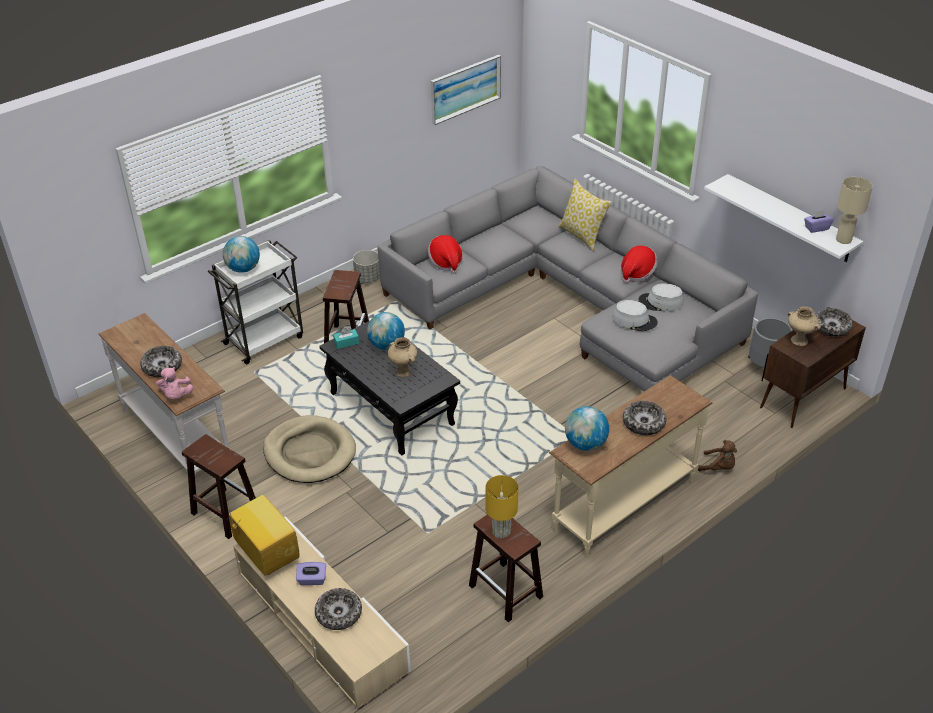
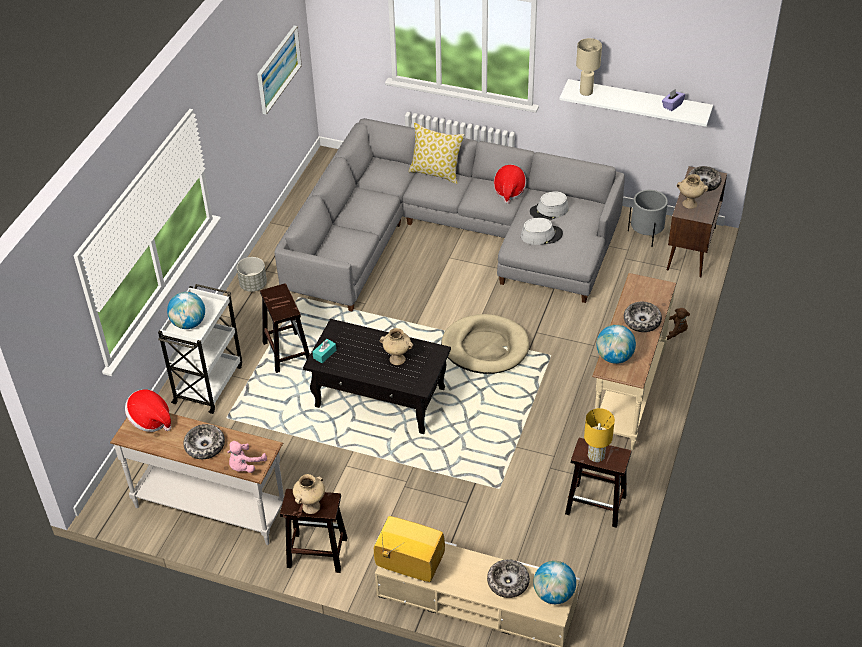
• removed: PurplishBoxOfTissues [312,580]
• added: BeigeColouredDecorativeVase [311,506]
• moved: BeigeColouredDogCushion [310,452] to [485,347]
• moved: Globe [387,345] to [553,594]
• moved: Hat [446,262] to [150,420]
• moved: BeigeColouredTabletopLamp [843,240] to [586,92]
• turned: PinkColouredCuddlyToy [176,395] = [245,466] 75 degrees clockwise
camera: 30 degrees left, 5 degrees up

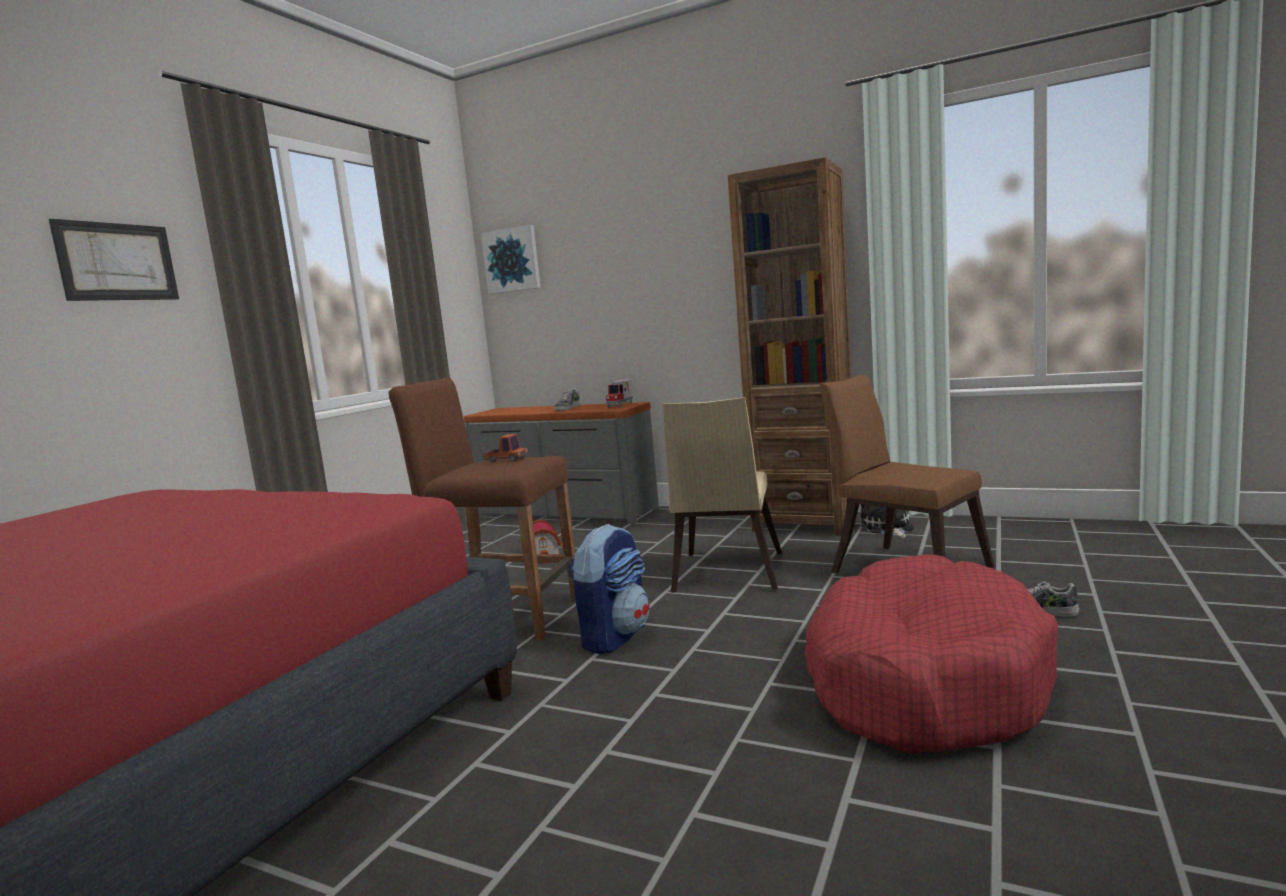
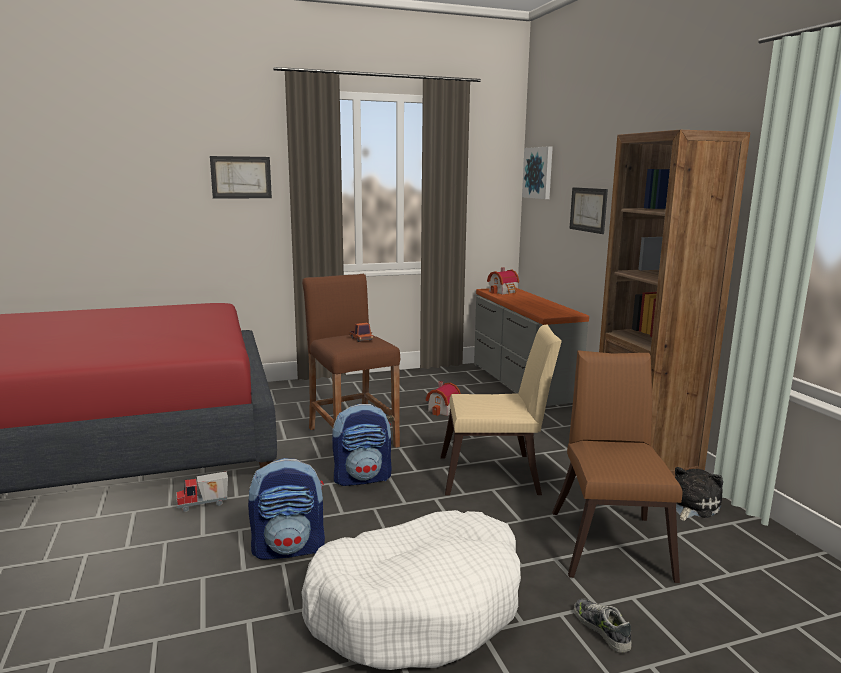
• removed: Shoe [567,408]
• added: Knapsack [289,548]
• added: ToyHouse [504,292]
• added: WallArt [588,209]
• moved: ToyTruck [621,405] to [203,505]
• recoloured: ReddishDogCushion [922,680] to WhitishDogCushion [417,606]
• turned: BeigeColouredChair [726,575] = [496,476] 150 degrees counterclockwise
camera: 45 degrees right, 5 degrees up

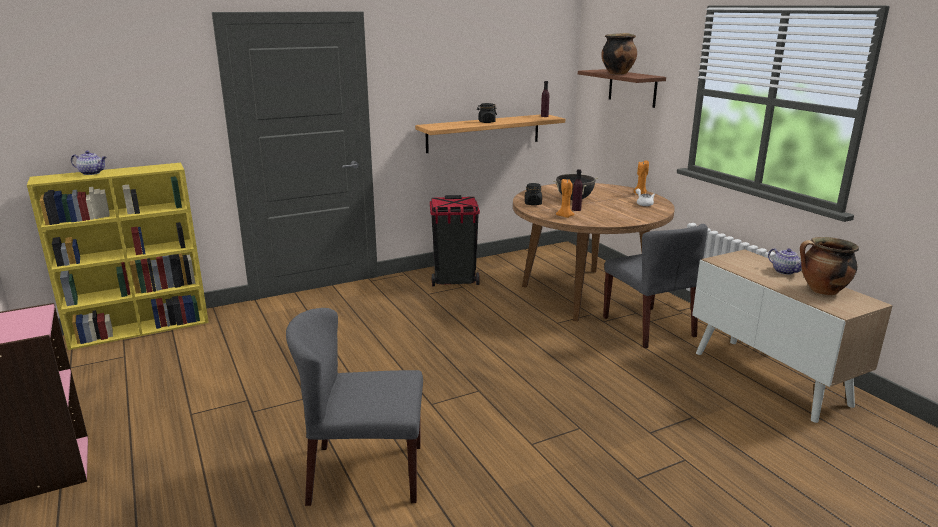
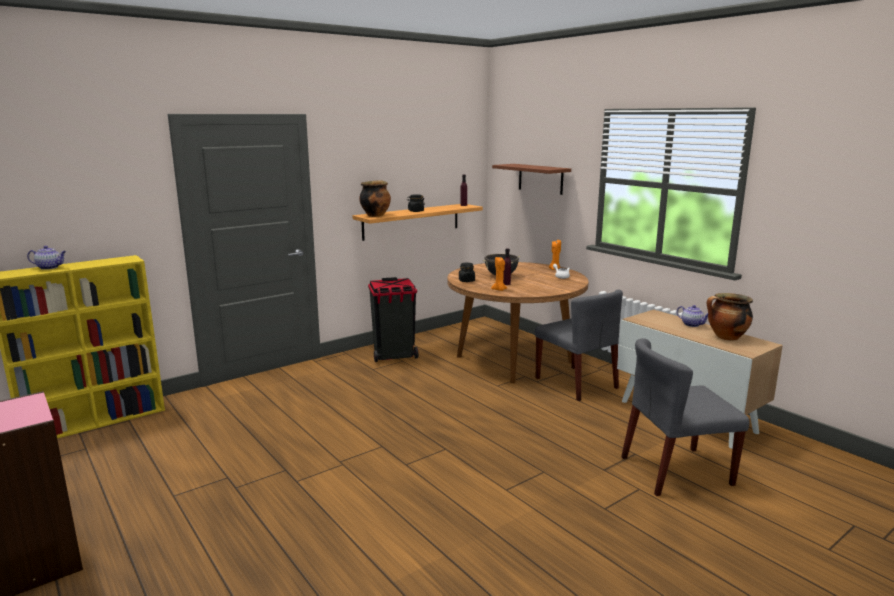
• moved: GrayChair [365,474] to [675,471]
• moved: Stockpot [617,73] to [375,215]
camera: 10 degrees left, 5 degrees down

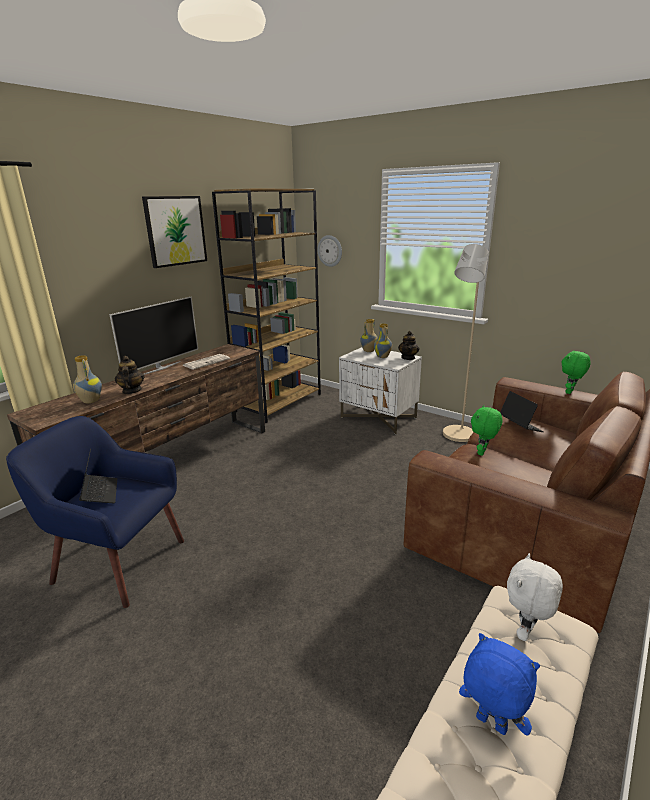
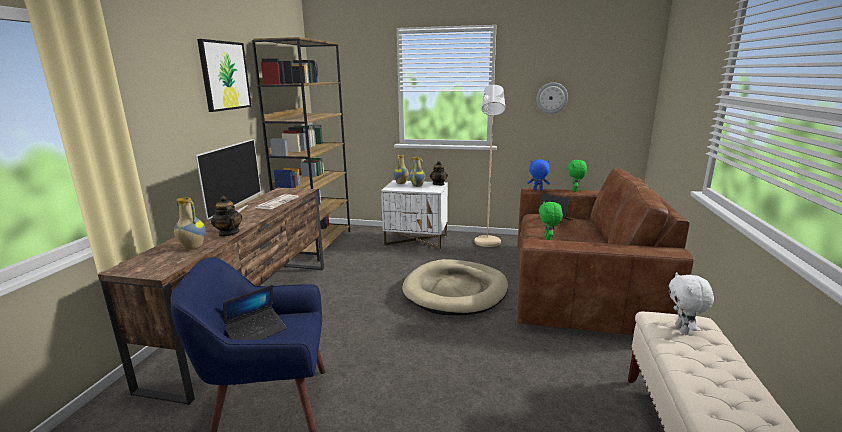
• added: BeigeColouredDogCushion [455,291]
• moved: HangingClock [330,251] to [552,98]
• moved: BlueColouredCuddlyToy [490,724] to [537,190]
• turned: Laptop [100,493] = [256,332] 90 degrees clockwise
camera: 25 degrees left, 5 degrees down

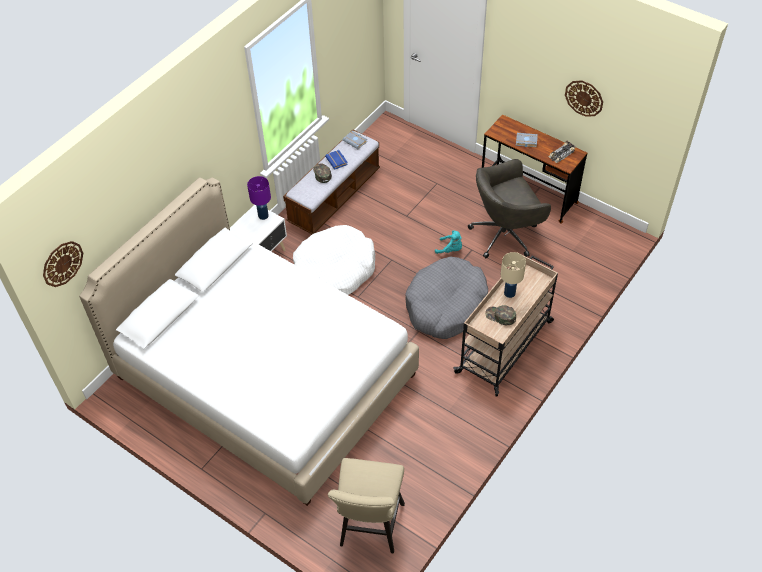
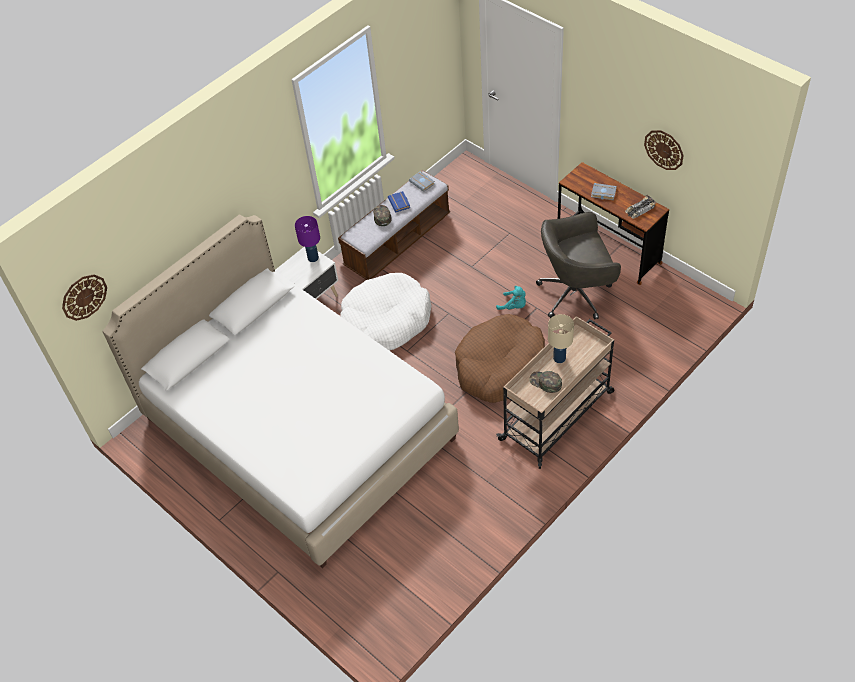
• removed: BeigeColouredSittingStool [370,529]
• recoloured: GrayDogCushion [446,305] to BrownishDogCushion [500,366]
camera: 10 degrees right, 0 degrees up

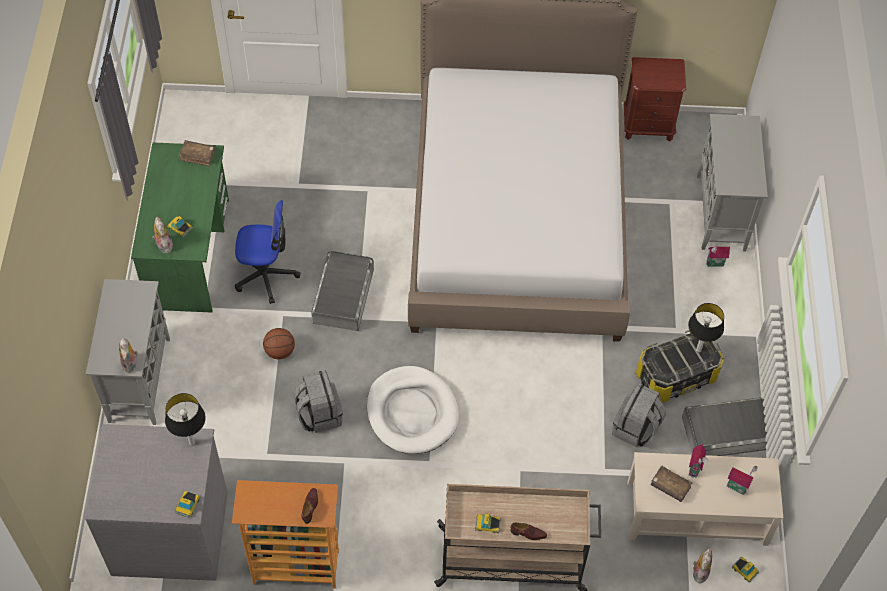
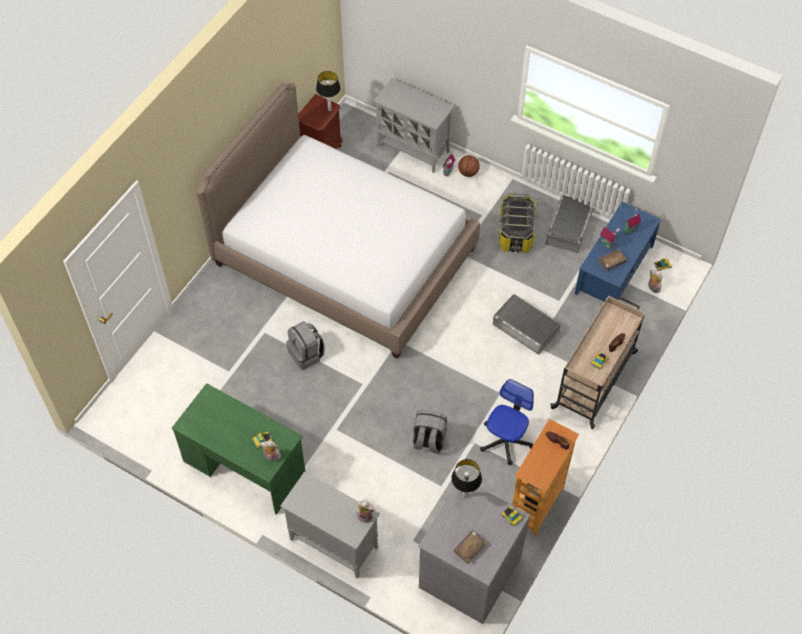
• removed: WhitishDogCushion [412,412]
• moved: BrownishBoundBook [197,155] to [469,548]
• moved: ComputerChair [266,275] to [505,441]
• moved: Basketball [279,351] to [468,173]
• moved: GrayStorageBox [343,295] to [526,327]
• moved: GrayKnapsack [636,428] to [306,354]
• moved: TabletopLamp [698,350] to [330,109]
• recoloured: BeigeColouredLowTable [696,513] to BlueColouredLowTable [614,270]
camera: 60 degrees left, 0 degrees up

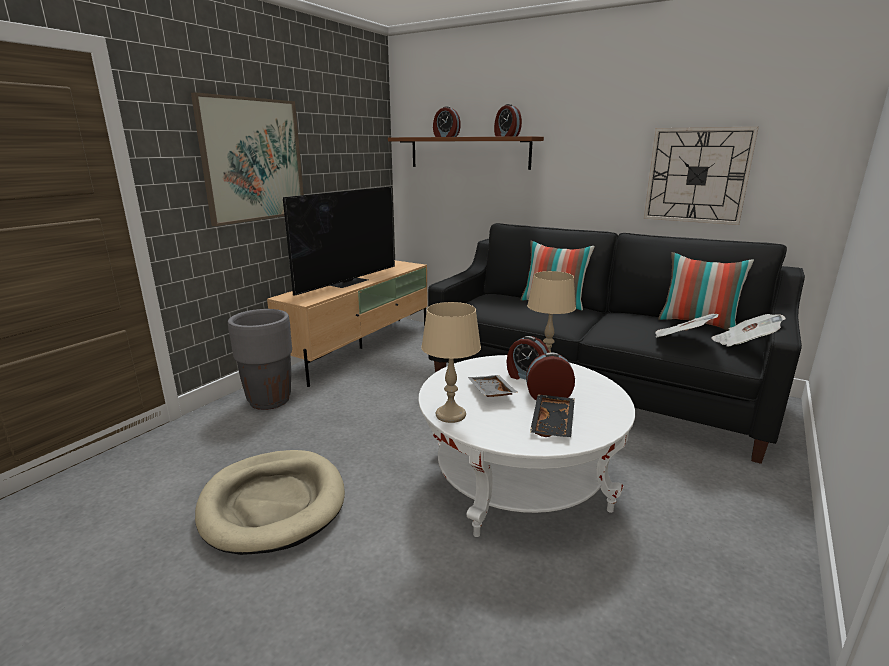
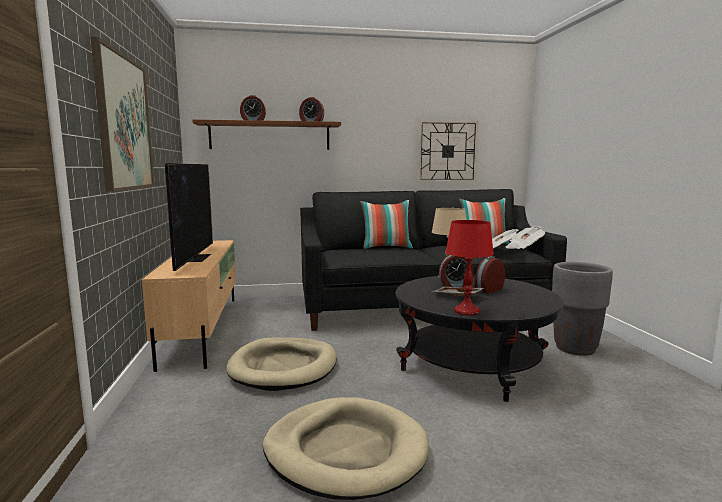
• removed: BlackishServingTray [554,423]
• added: BeigeColouredDogCushion [284,367]
• moved: GrayFlowerPot [269,401] to [575,348]
• recoloured: WhitishLowTable [519,479] to BlackishLowTable [473,365]
• recoloured: BeigeColouredTabletopLamp [450,415] to ReddishTabletopLamp [466,311]
camera: 40 degrees left, 10 degrees down

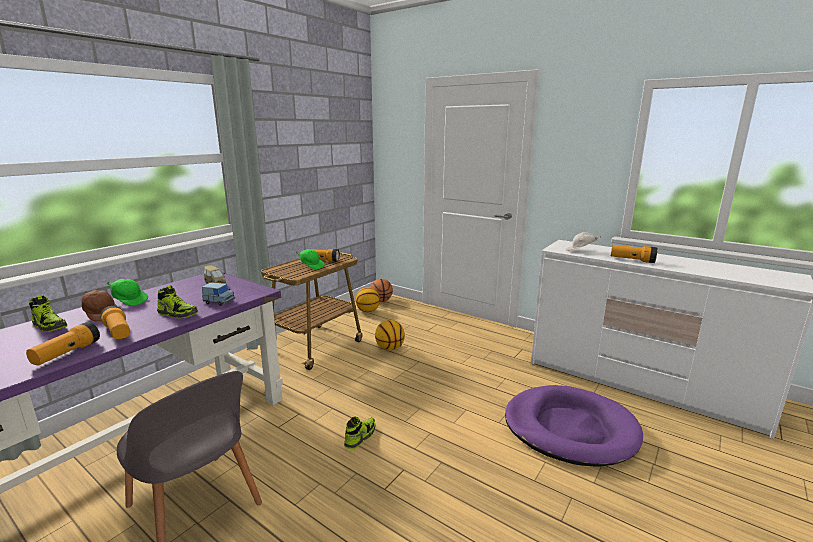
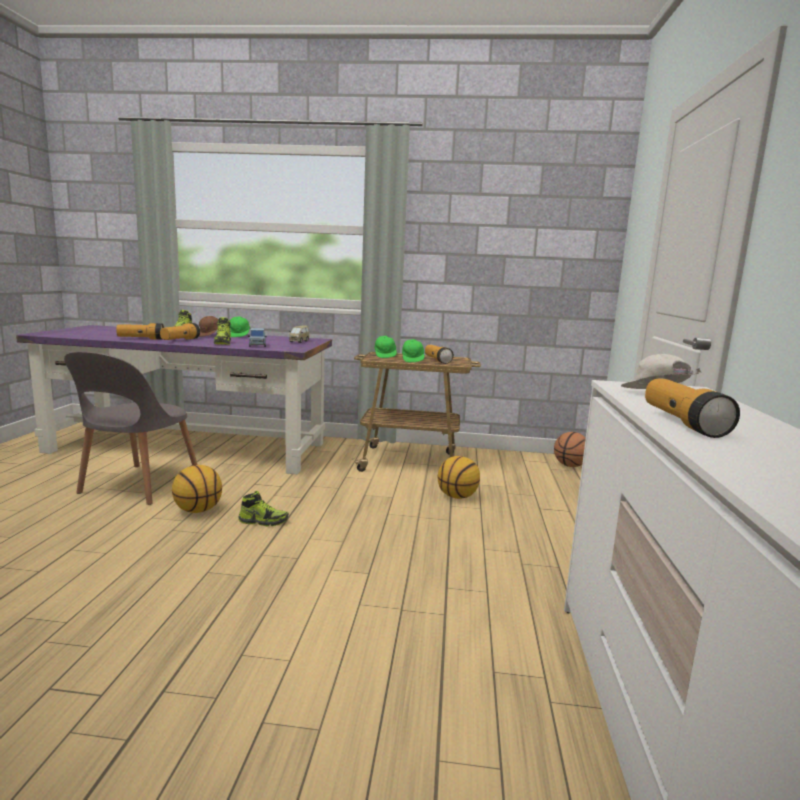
• removed: PurplishDogCushion [569,428]
• added: GreenColouredPeakedCap [385,355]
• moved: Basketball [367,311] to [198,510]
camera: 60 degrees right, 5 degrees down

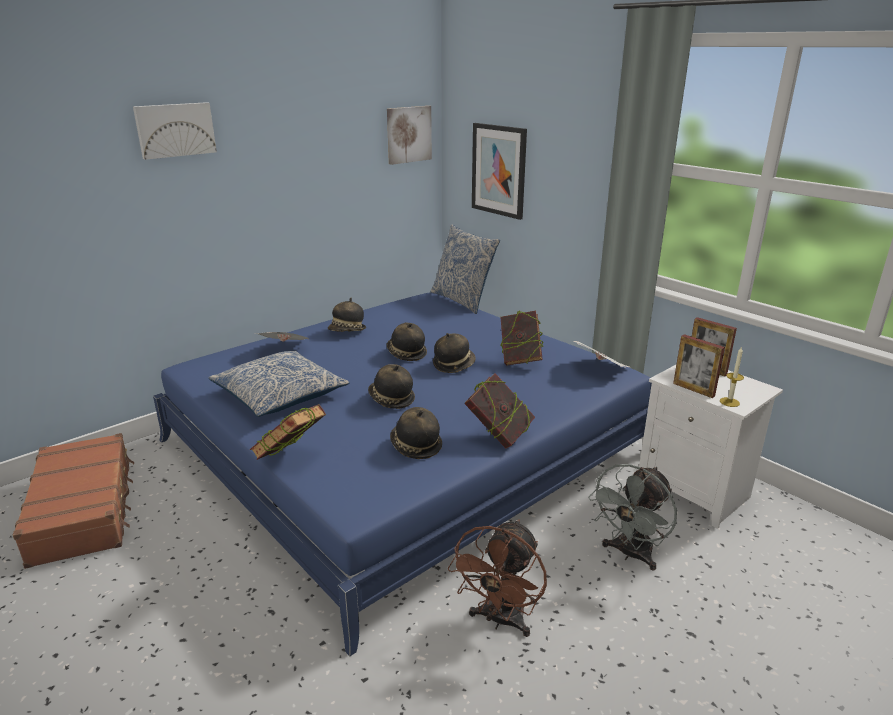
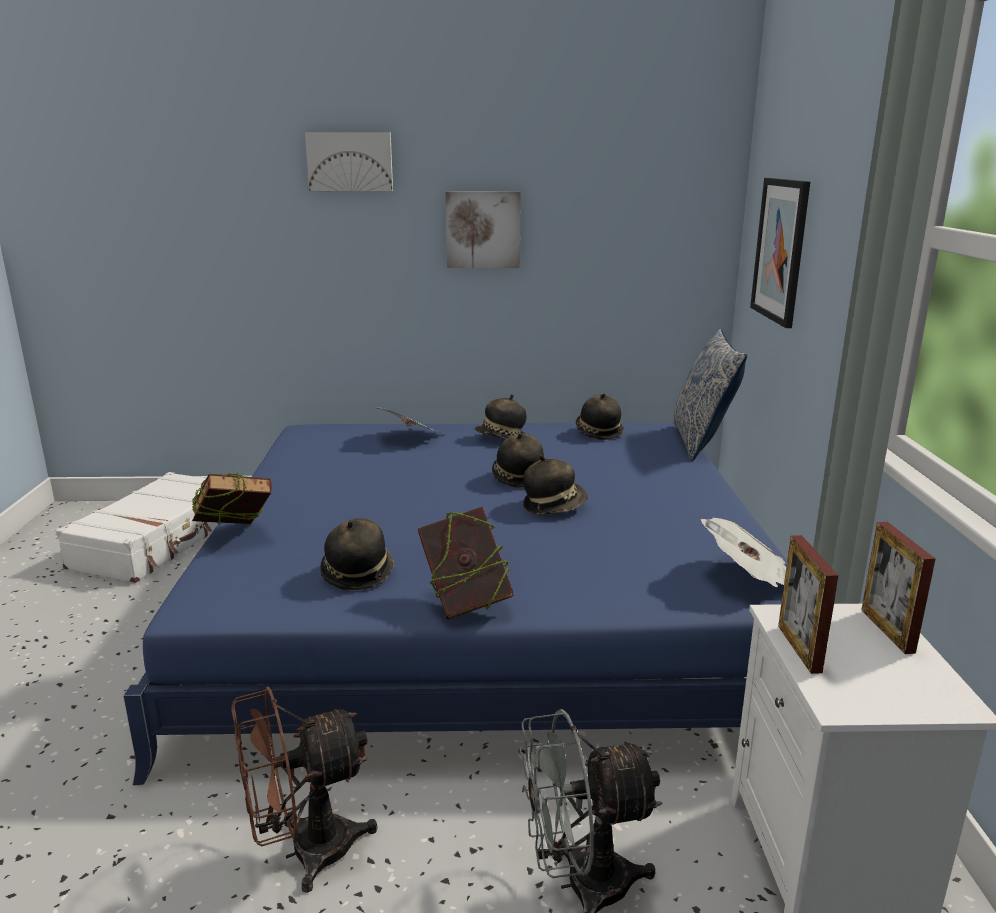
• removed: Cushion [280,394]
• removed: BoundBook [520,360]
• removed: WaxLight [729,402]
• moved: Hat [391,399] to [598,432]
• moved: WallArt [408,134] to [483,229]
• recoloured: BrownishSuitcase [84,509] to WhitishSuitcase [158,541]
camera: 40 degrees right, 5 degrees down

